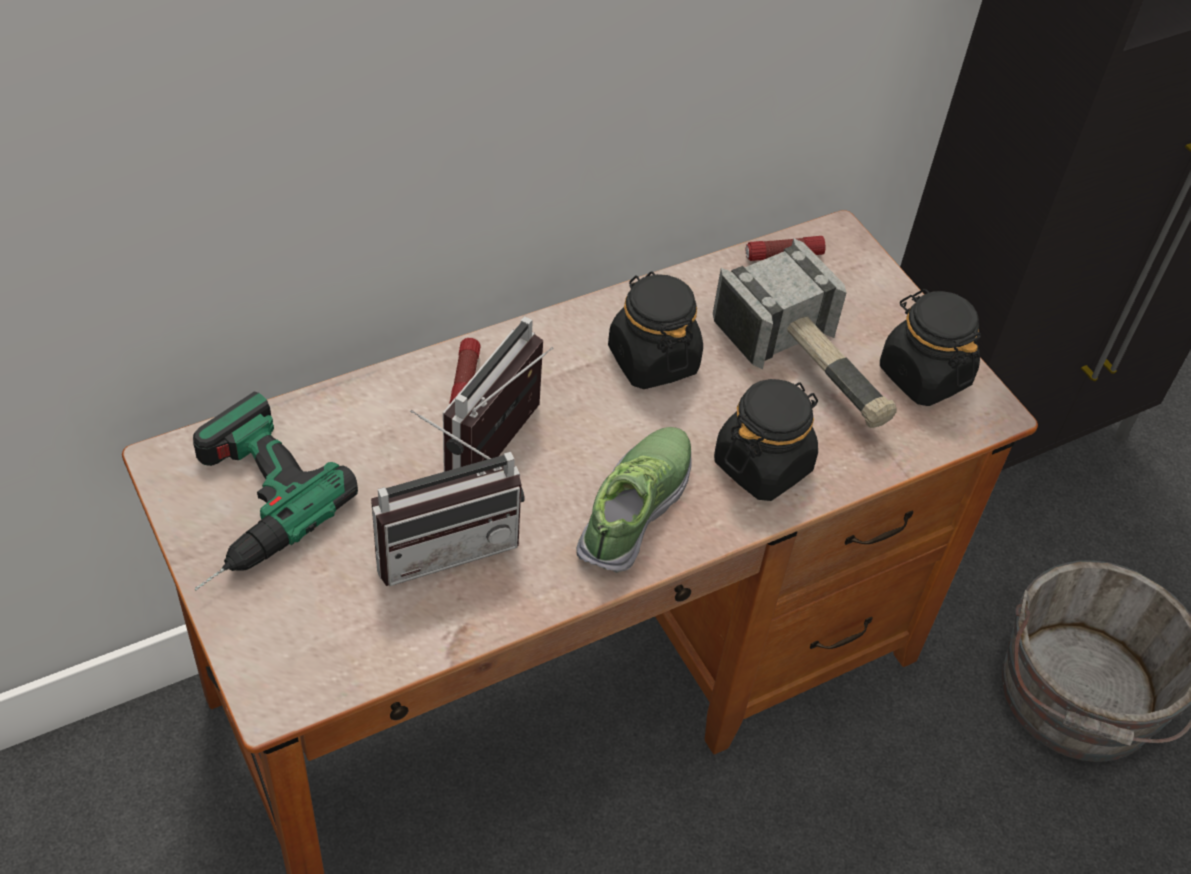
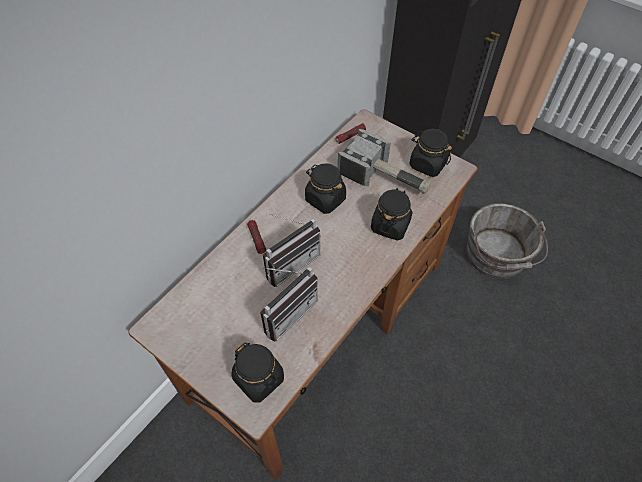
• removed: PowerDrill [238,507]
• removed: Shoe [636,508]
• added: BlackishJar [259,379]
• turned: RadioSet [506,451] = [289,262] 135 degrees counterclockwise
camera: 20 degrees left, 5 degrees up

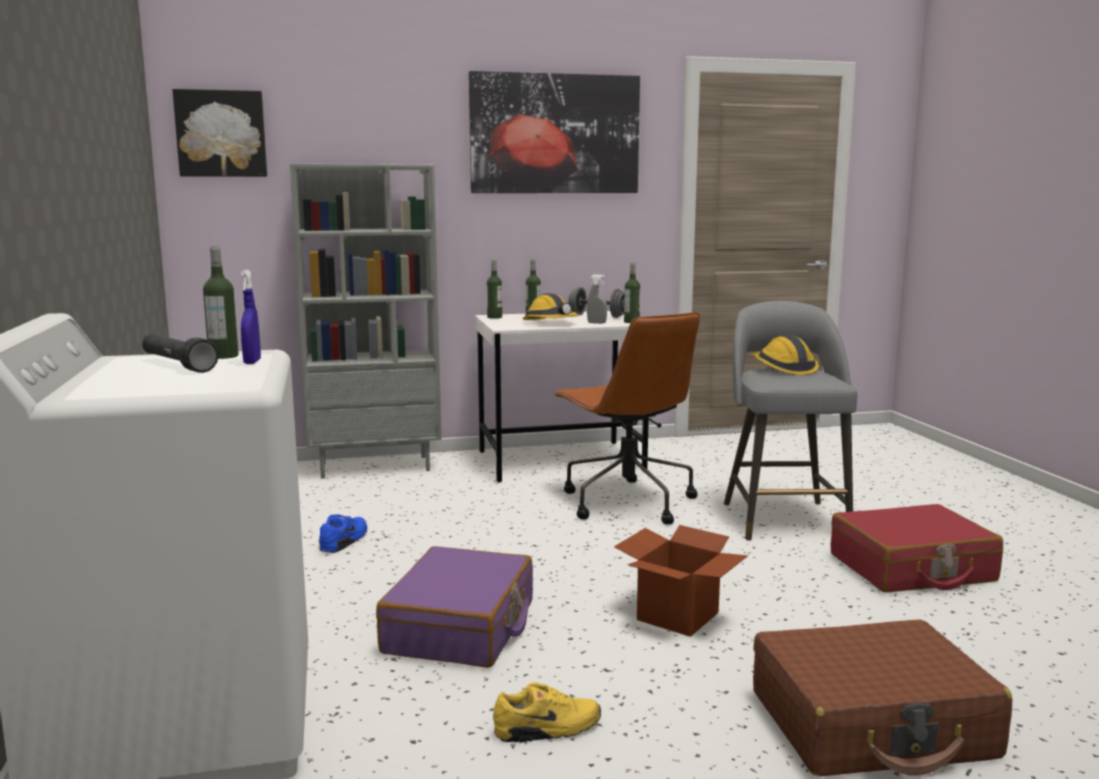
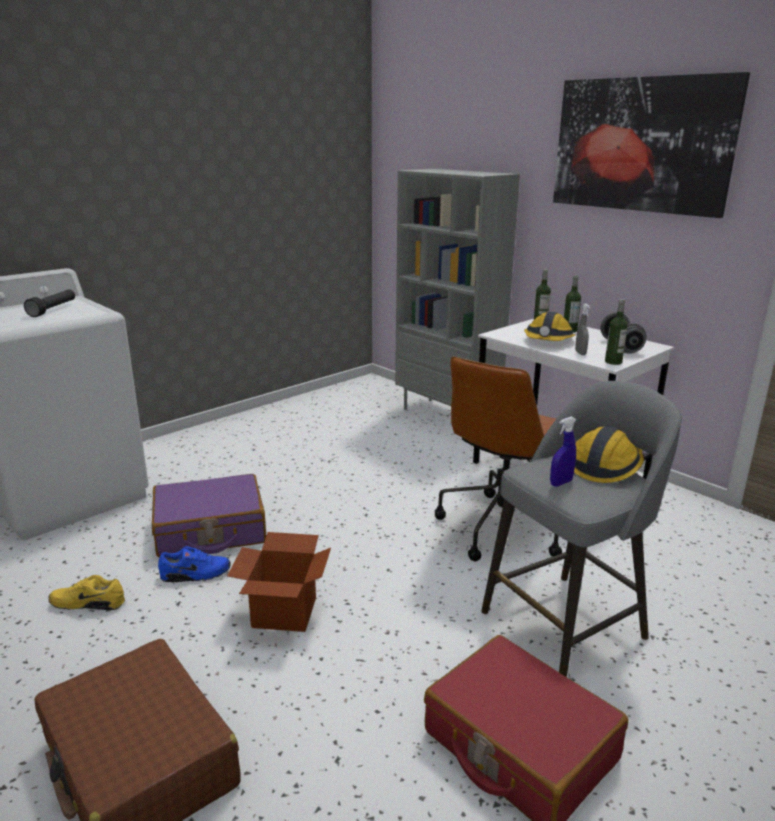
• removed: WallArt [221,134]
• removed: BeverageBottle [223,356]
• moved: BlueColouredHandSprayer [252,362] to [561,483]
• moved: BlueColouredShoe [345,541] to [195,575]
• turned: YellowishShoe [548,729] = [88,603] 135 degrees clockwise
camera: 60 degrees right, 10 degrees up

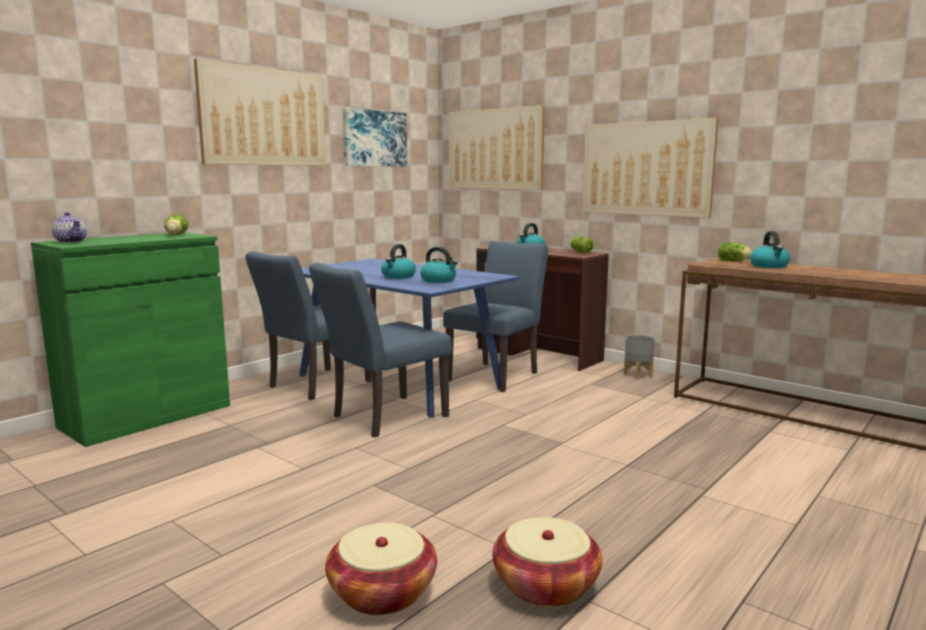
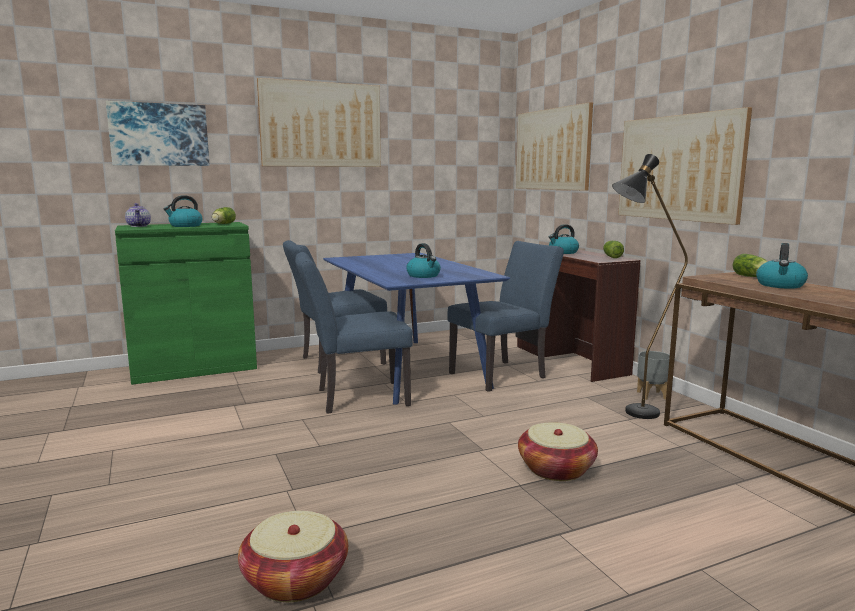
• added: BlackishStandardLamp [632,415]
• moved: StorageBasket [382,592] to [556,469]
• moved: WallArt [374,138] to [159,134]
• moved: TeaKettle [398,277] to [185,226]
camera: 25 degrees right, 0 degrees up

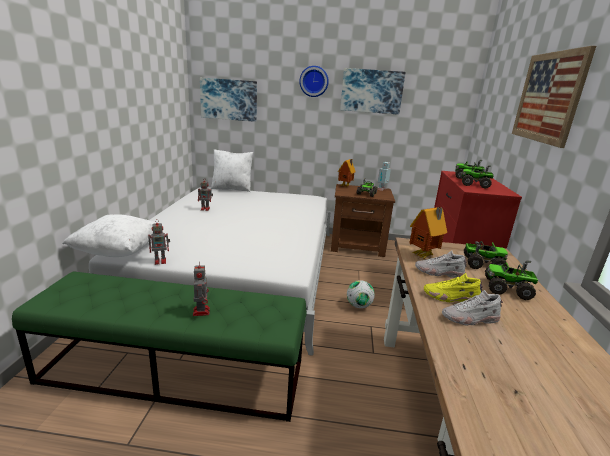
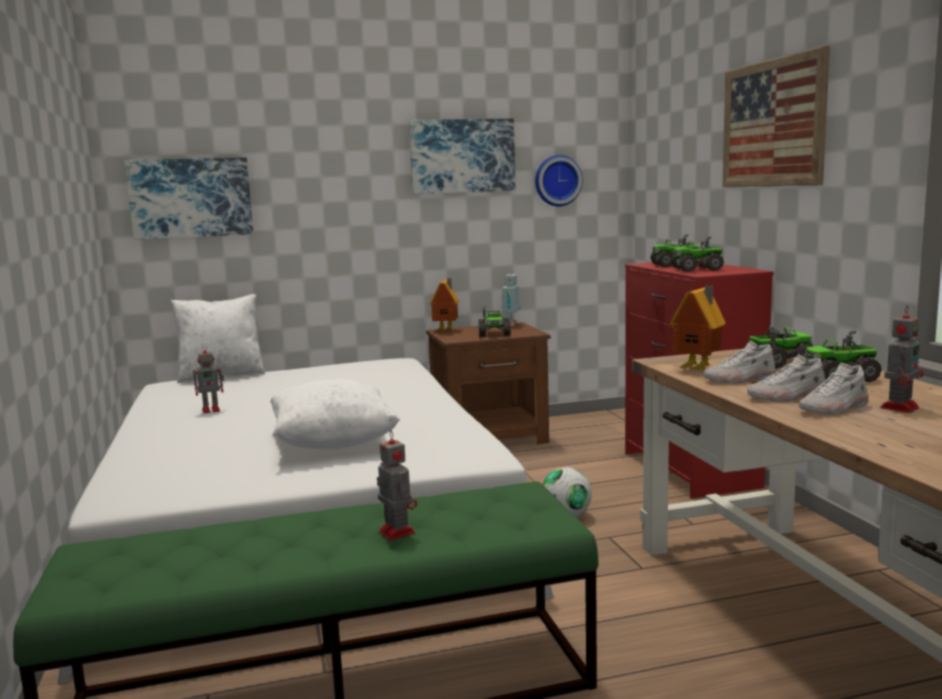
• moved: WhitishCushion [119,251] to [333,444]
• moved: ToyRobot [161,261] to [900,407]
• moved: HangingClock [314,81] to [557,180]
• recoloured: YellowishShoe [450,298] to WhitishShoe [787,397]
camera: 20 degrees left, 10 degrees down

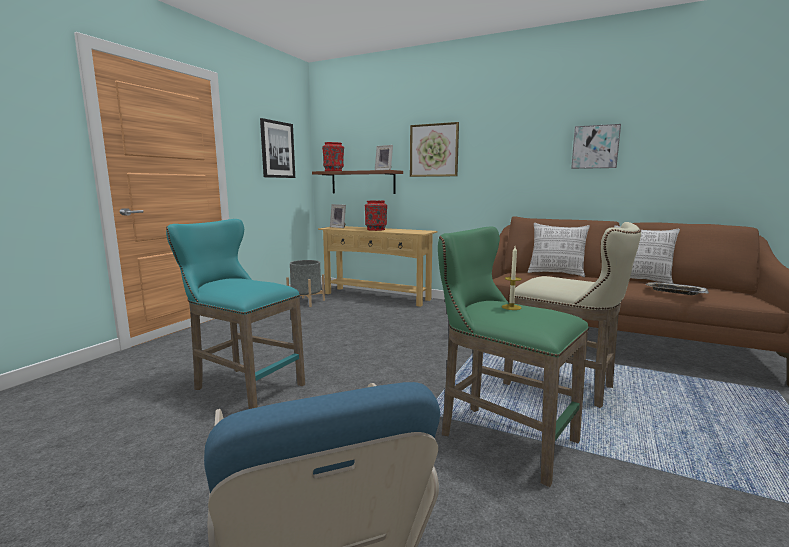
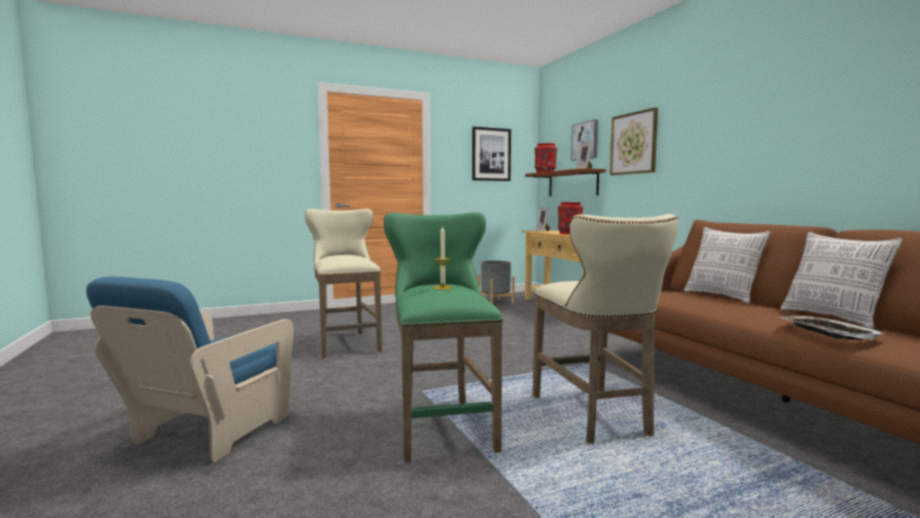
• moved: WallArt [595,147] to [585,141]
• recoloured: TurquoiseColouredSittingStool [243,387] to BeigeColouredSittingStool [346,343]
camera: 40 degrees right, 5 degrees down

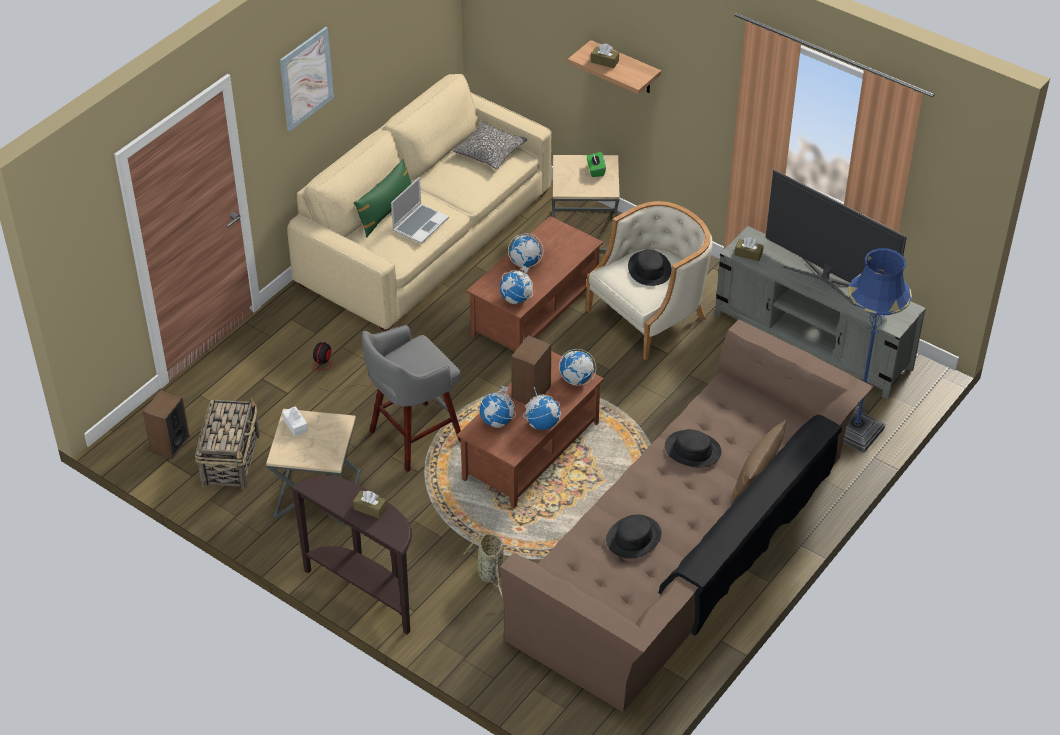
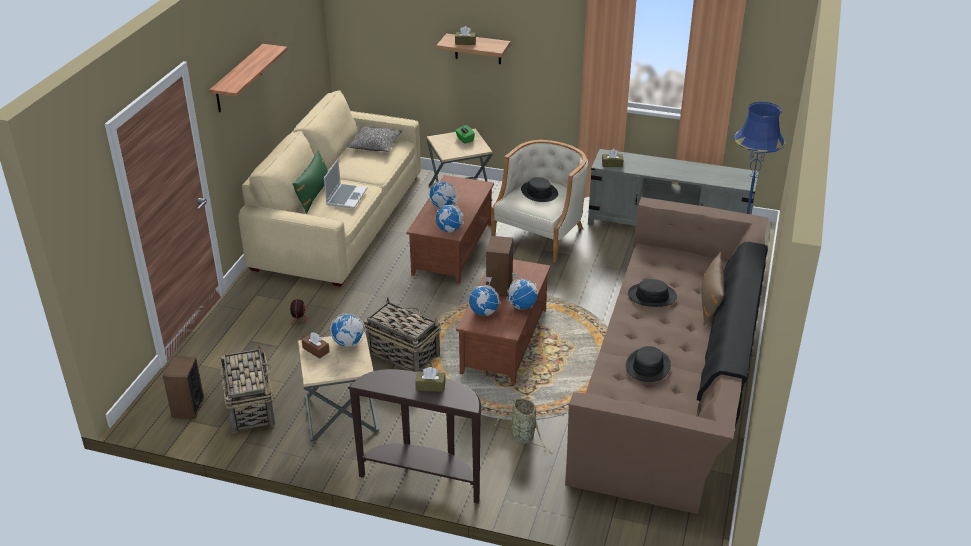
• removed: Tv [827,278]
• moved: Globe [576,380] to [348,343]
• replaced: WallArt [306,78] to BracketShelf [238,79]
• replaced: GraySittingStool [413,438] to StorageBasket [402,354]
• recoloured: WhitishBoxOfTissues [295,425] to BrownishBoxOfTissues [316,350]
camera: 20 degrees left, 10 degrees down

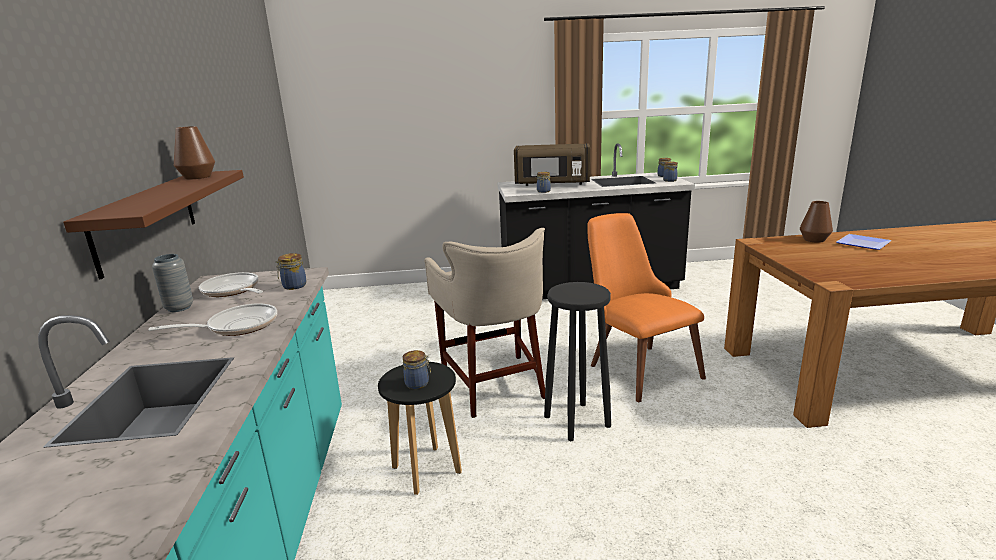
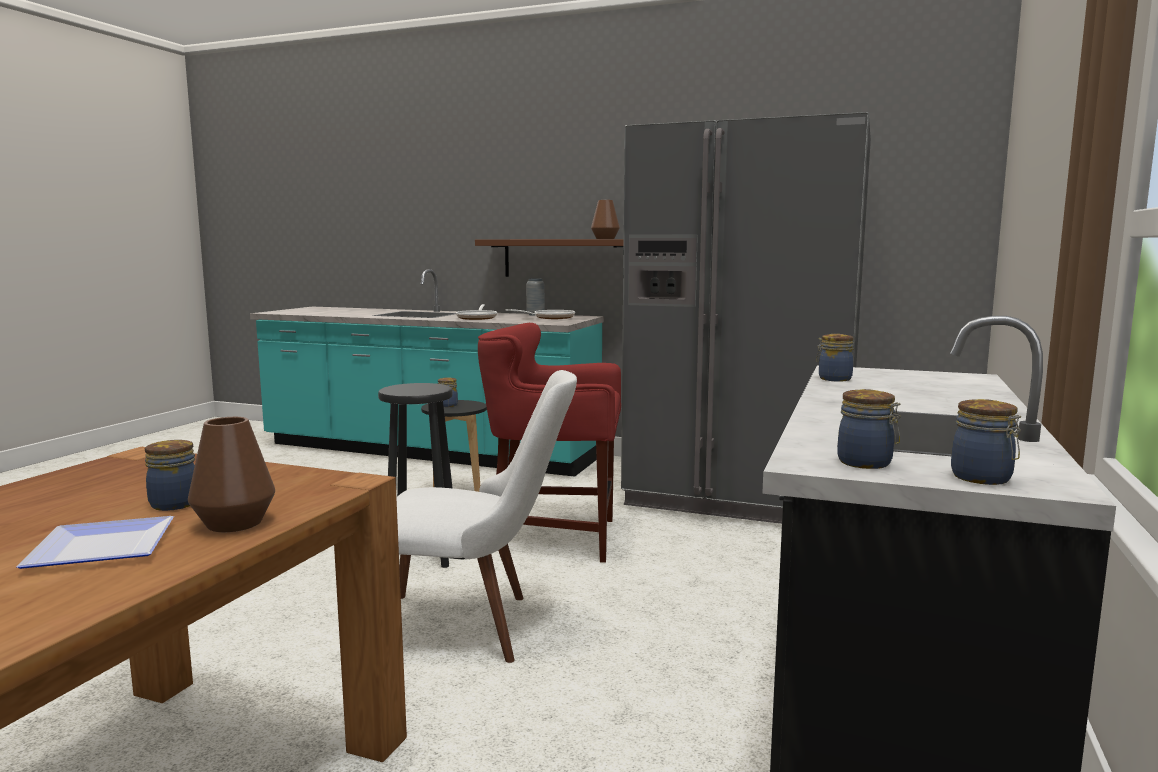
• removed: BrownishMicrowave [552,184]
• added: GrayRefrigerator [741,494]
• moved: Jar [293,286] to [175,503]
• recoloured: BeigeColouredSittingStool [494,384] to ReddishSittingStool [554,537]
• recoloured: OrangeChair [635,366] to WhitishChair [475,626]
camera: 115 degrees right, 10 degrees down

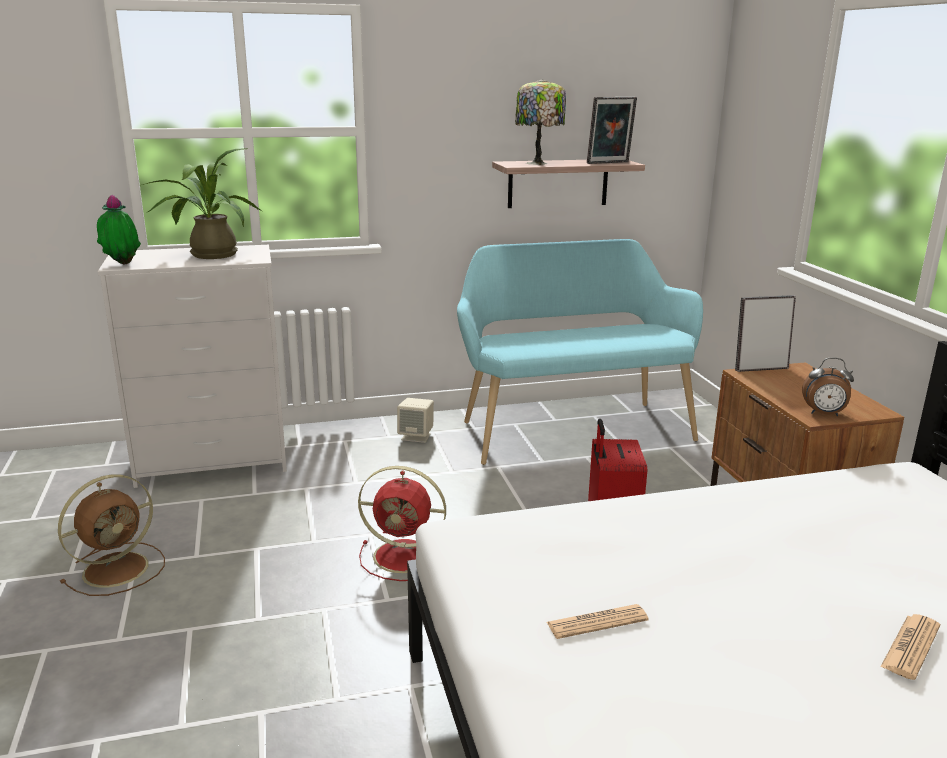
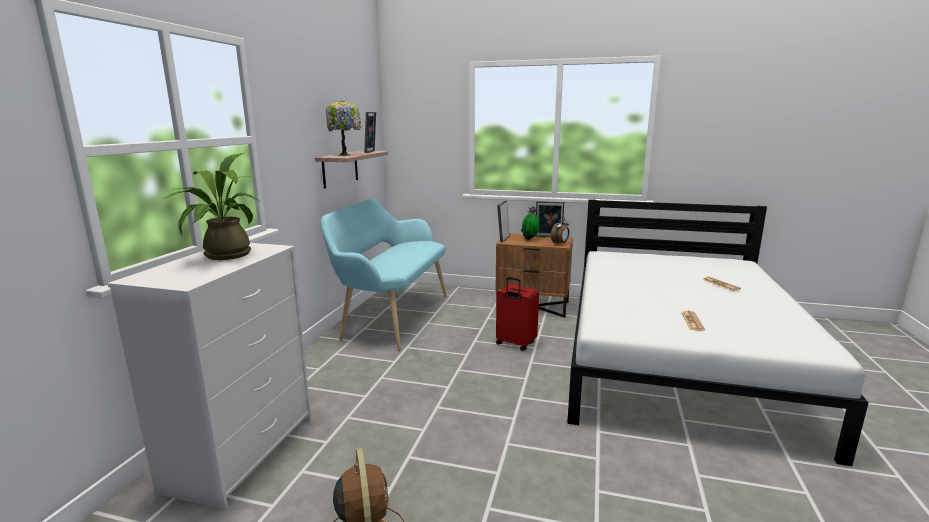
• removed: ReddishCoolingFan [406,556]
• removed: BeigeColouredAudioSpeaker [416,436]
• added: PictureFrame [548,237]
• moved: PottedPlant [121,265] to [529,240]
camera: 60 degrees left, 5 degrees down

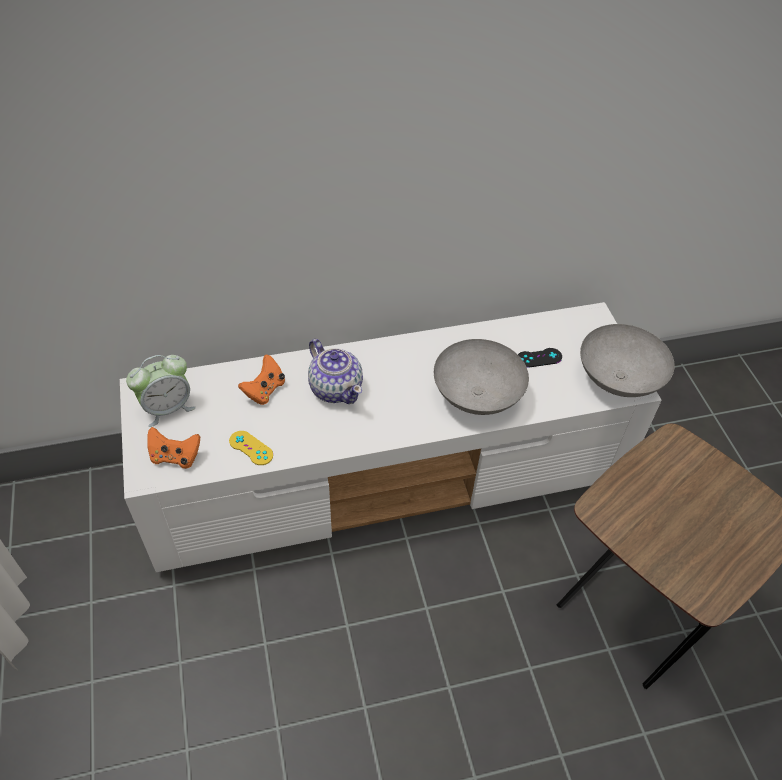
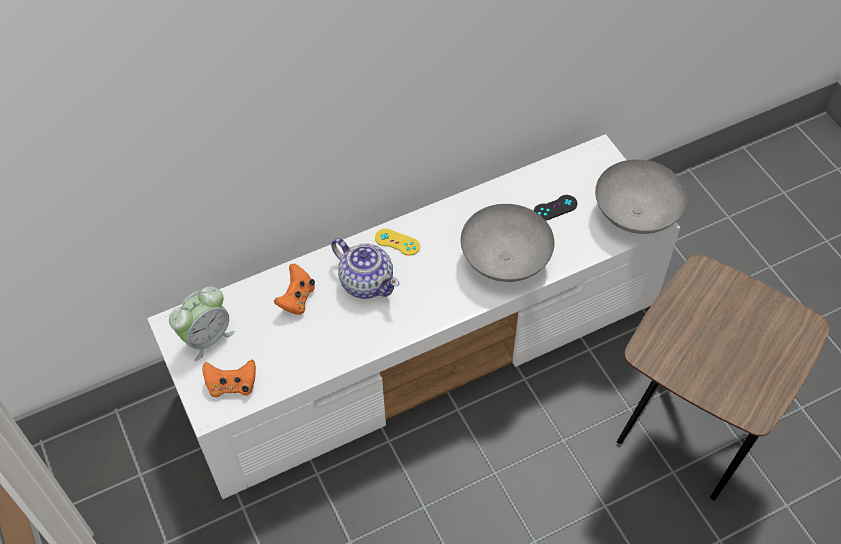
• moved: YellowishGameController [251,448] to [397,242]
camera: 10 degrees left, 5 degrees up

